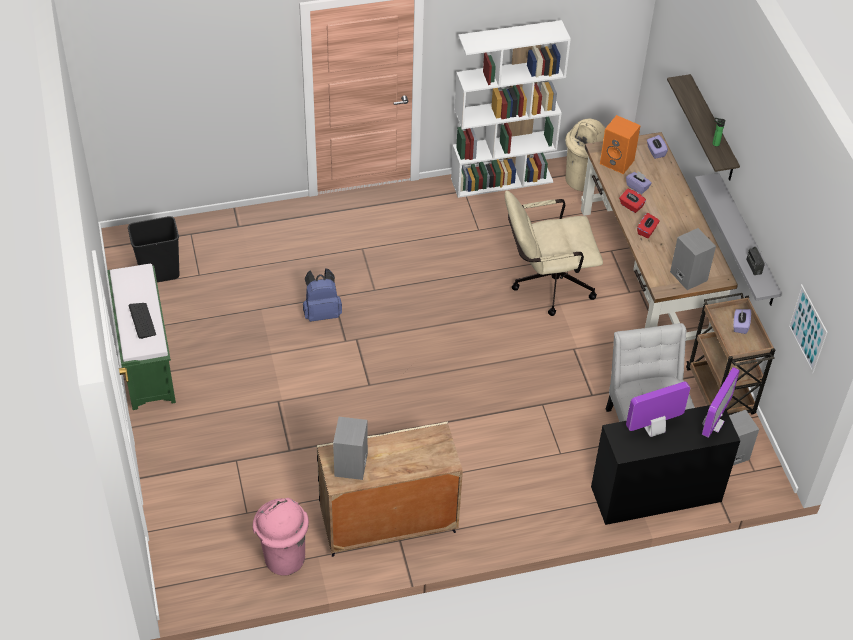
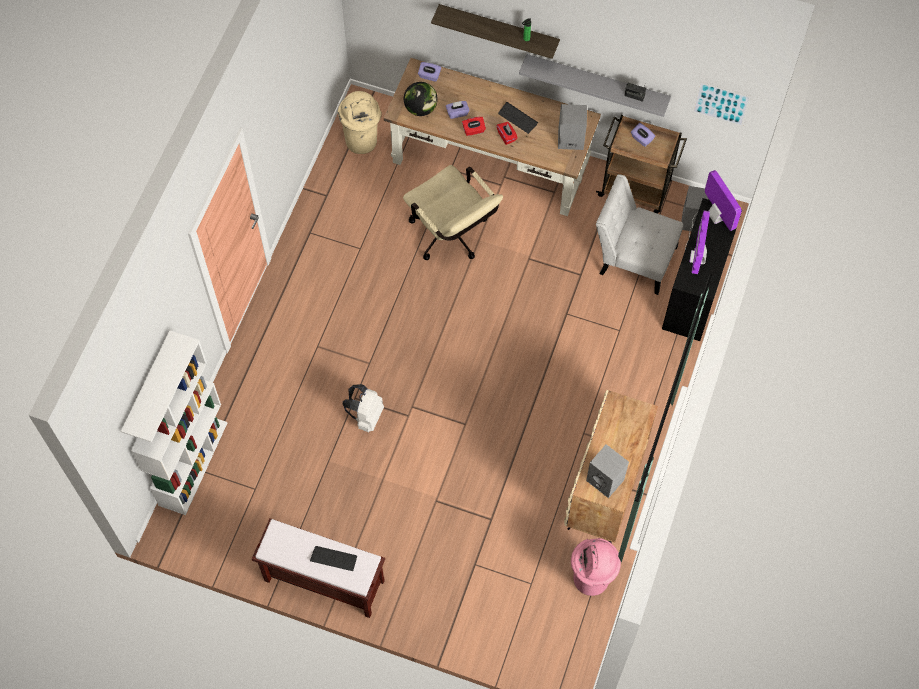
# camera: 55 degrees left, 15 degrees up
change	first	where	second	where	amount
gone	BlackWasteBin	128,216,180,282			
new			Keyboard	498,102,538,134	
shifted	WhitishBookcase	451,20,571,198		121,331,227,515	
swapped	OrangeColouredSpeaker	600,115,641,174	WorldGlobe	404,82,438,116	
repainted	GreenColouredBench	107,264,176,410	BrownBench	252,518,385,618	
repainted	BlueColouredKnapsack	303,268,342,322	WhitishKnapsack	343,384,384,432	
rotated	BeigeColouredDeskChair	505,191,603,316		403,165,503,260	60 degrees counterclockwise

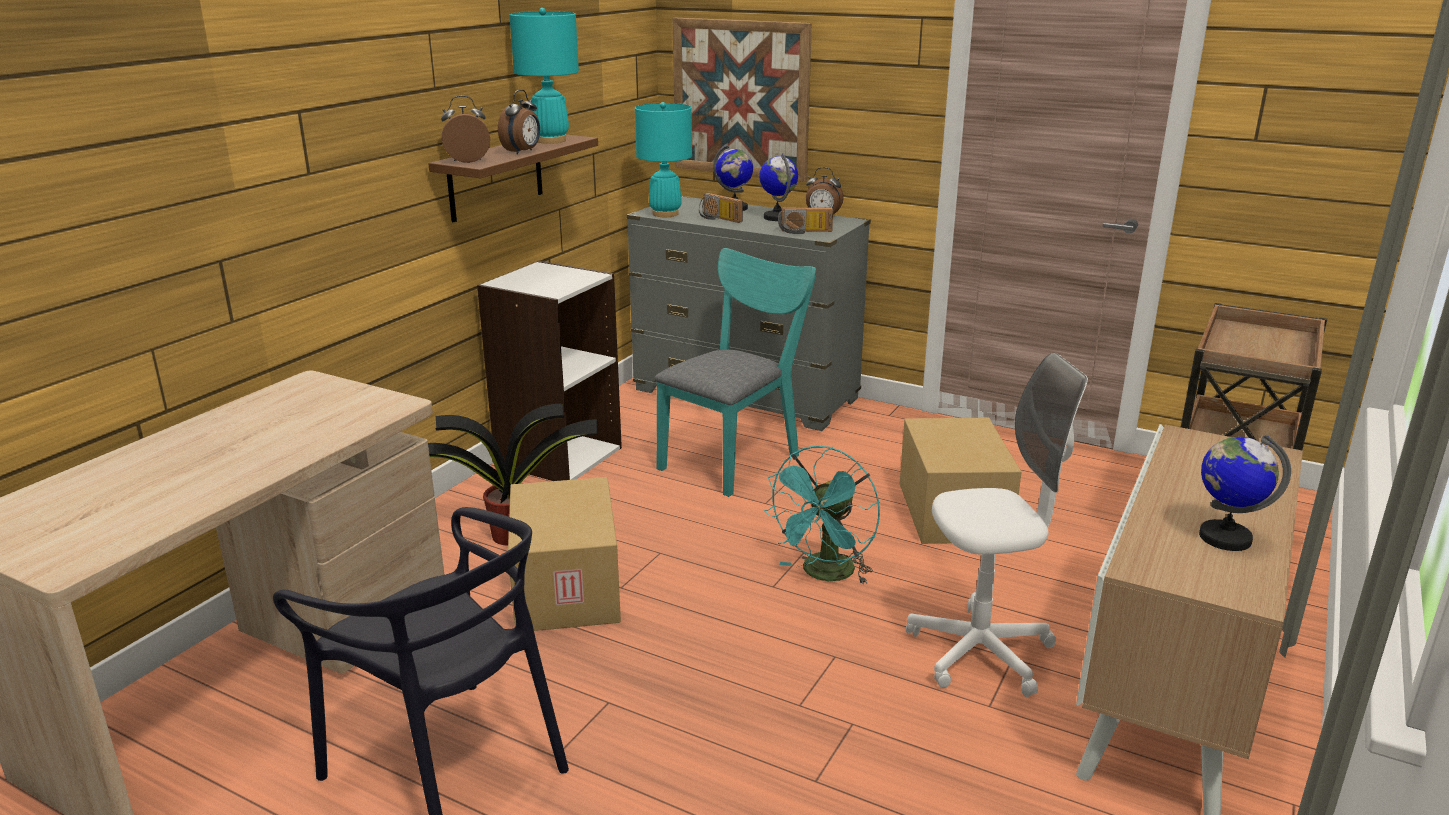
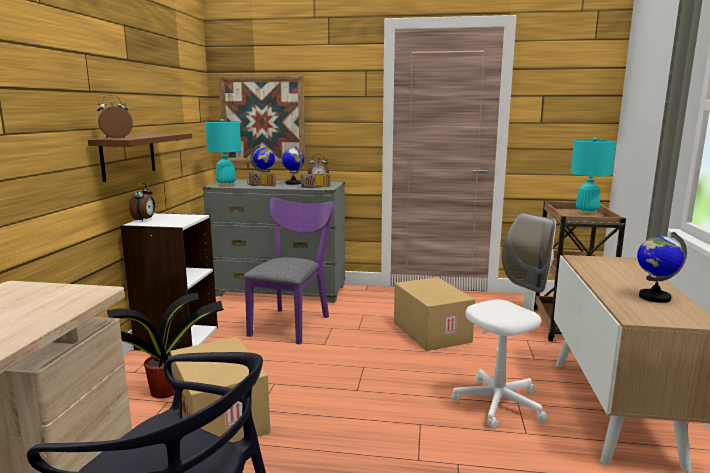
# camera: 20 degrees left, 10 degrees down
change	first	where	second	where	amount
gone	BlueGreenCoolingFan	764,446,880,585			
shifted	BedsideClock	498,90,540,154		129,183,155,222	
shifted	BlueGreenTableLamp	509,8,579,144		571,137,616,215	
repainted	BlueGreenUprightChair	654,248,816,497	PurpleUprightChair	243,198,334,344	

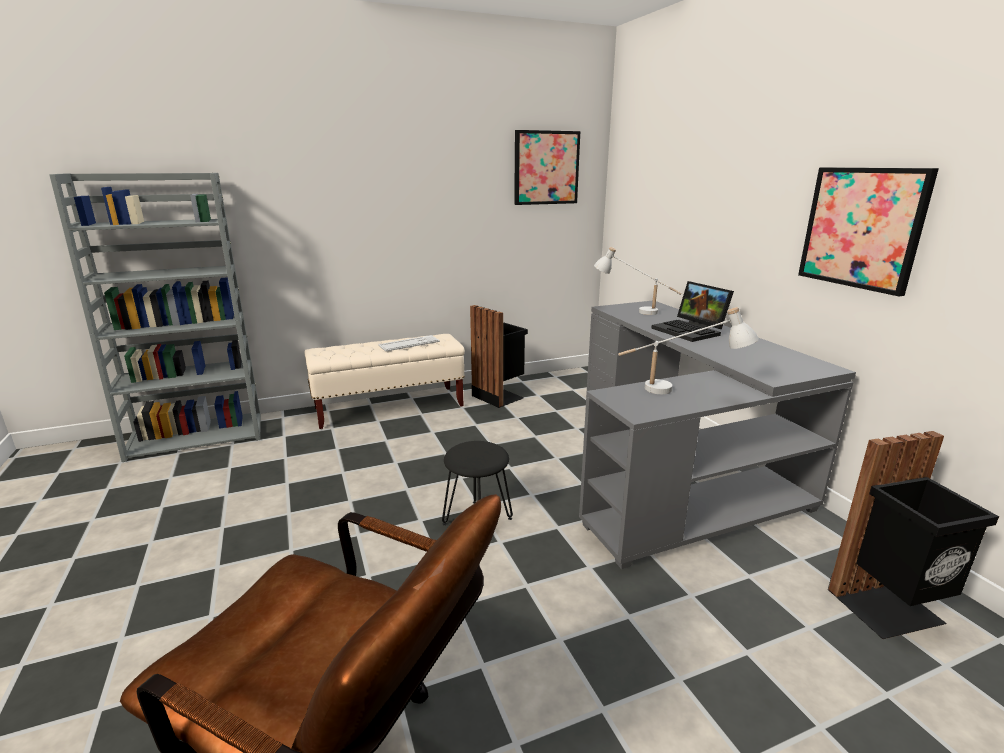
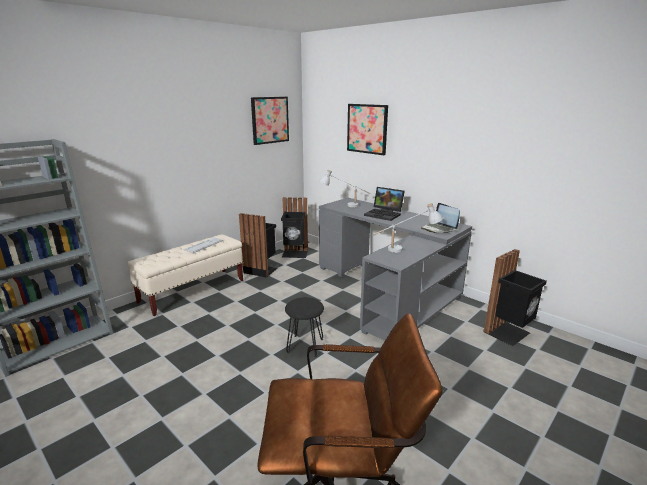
# camera: 25 degrees left, 0 degrees up
change	first	where	second	where	amount
new			BlackWasteBin	281,197,308,258	
new			NotebookComputer	421,203,460,233	
shifted	WallArt	798,167,939,296		347,104,388,155	

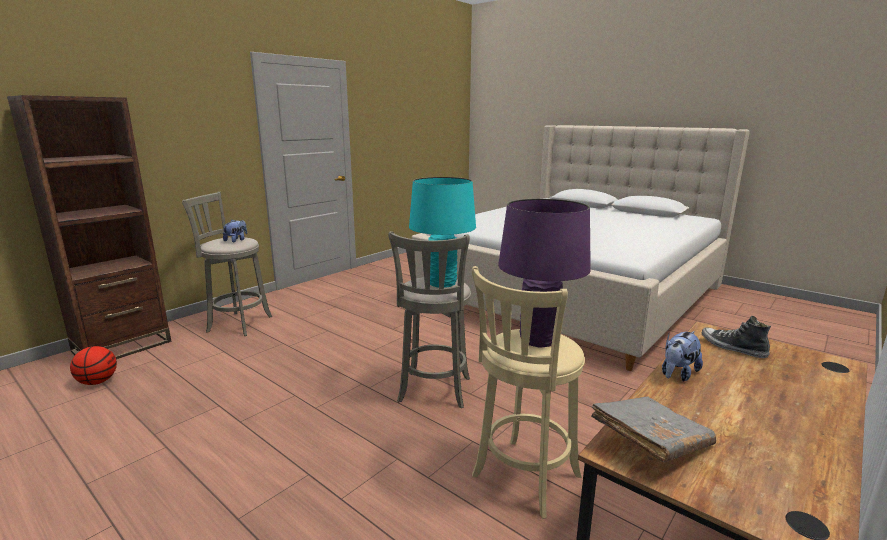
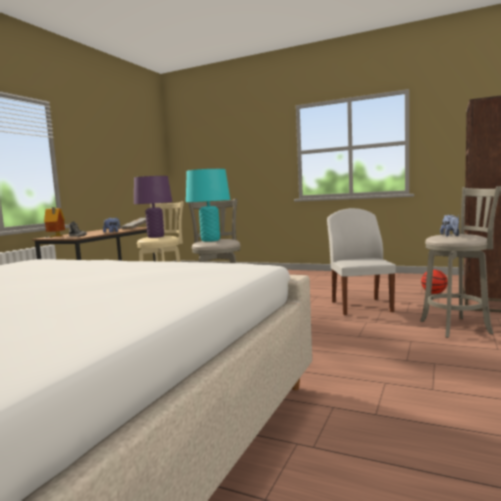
# camera: 165 degrees right, 10 degrees down
change	first	where	second	where	amount
new			ToyHouse	44,207,65,237	
new			WhitishUprightChair	327,208,396,315	

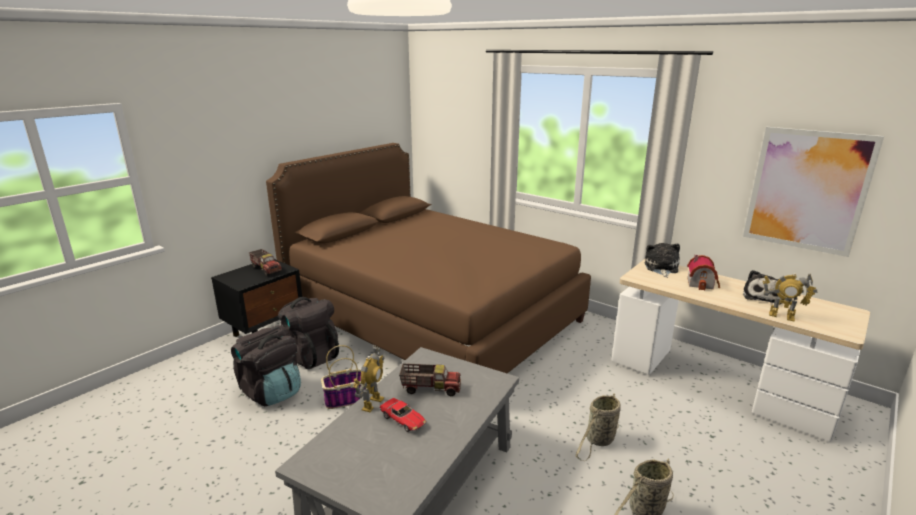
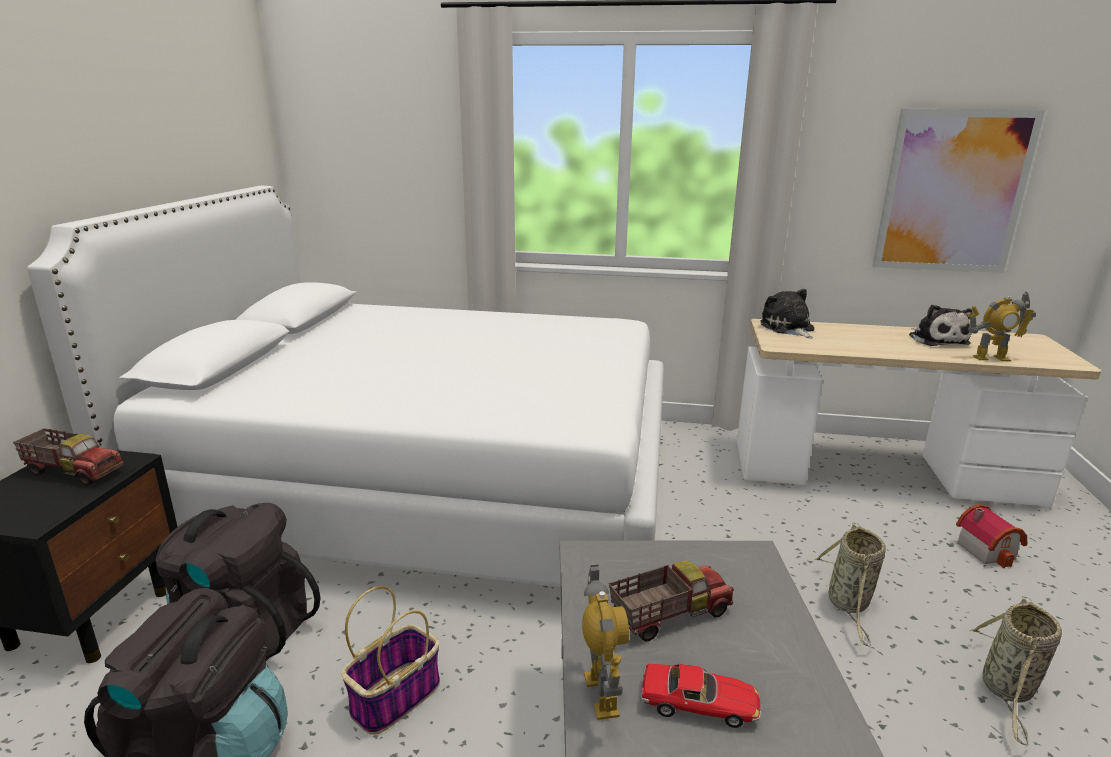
# camera: 30 degrees left, 0 degrees up
change	first	where	second	where	amount
shifted	ToyHouse	687,255,720,291		956,504,1027,568	
repainted	BrownSleepingBed	266,143,591,373	WhitishSleepingBed	27,186,664,587	

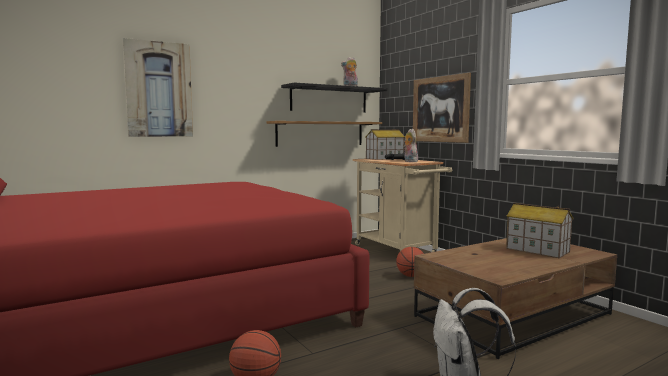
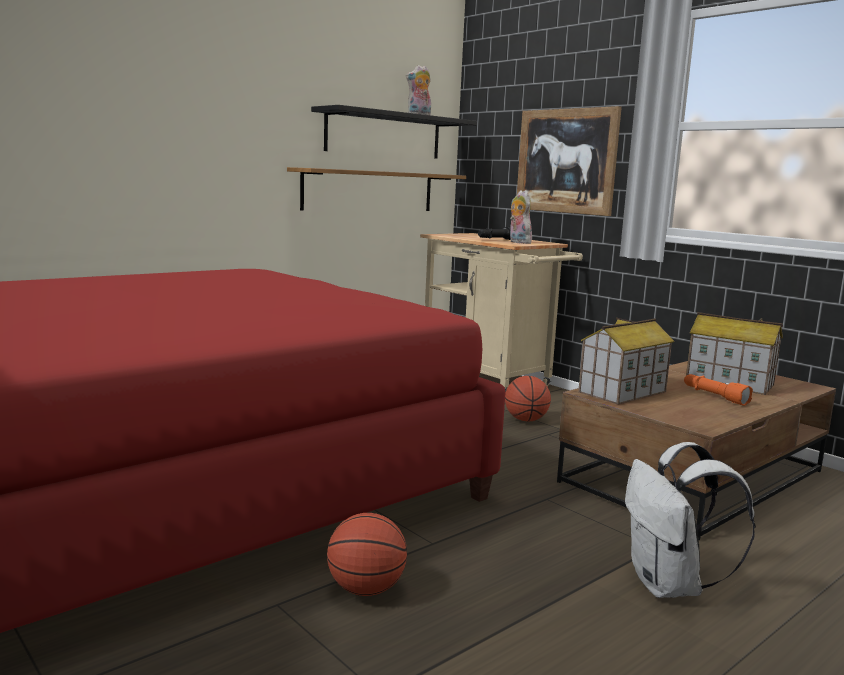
# camera: 10 degrees left, 5 degrees up
change	first	where	second	where	amount
gone	WallArt	123,38,193,137			
new			OrangeColouredHandTorch	684,374,753,406	
shifted	ToyHouse	366,129,405,160		578,318,674,405	

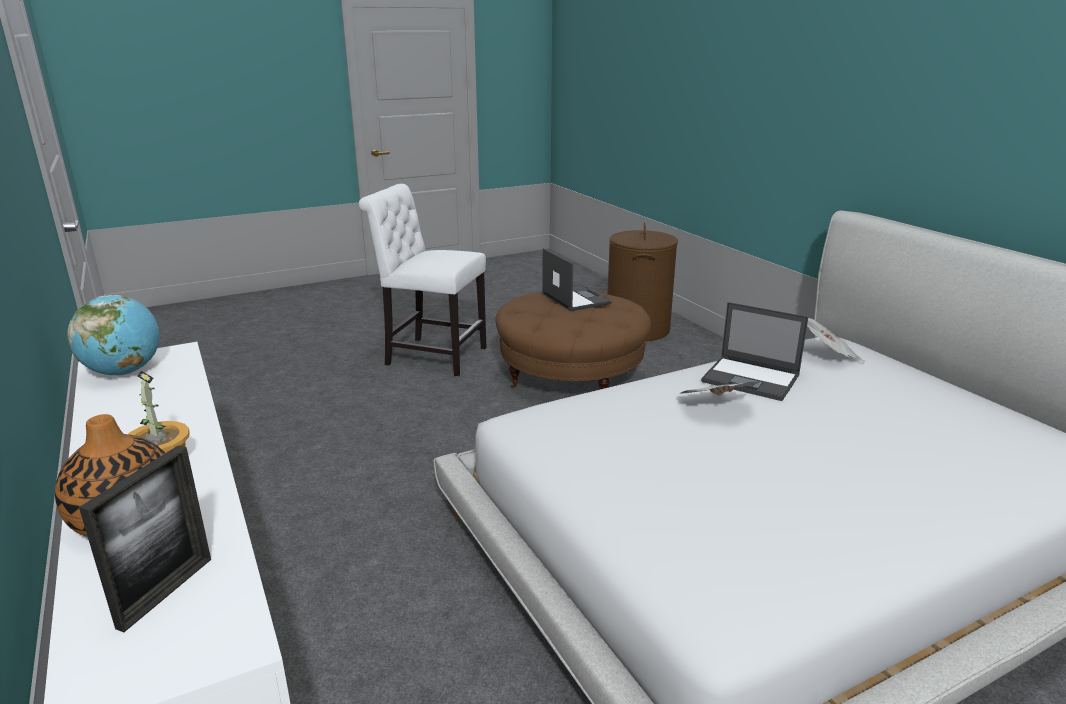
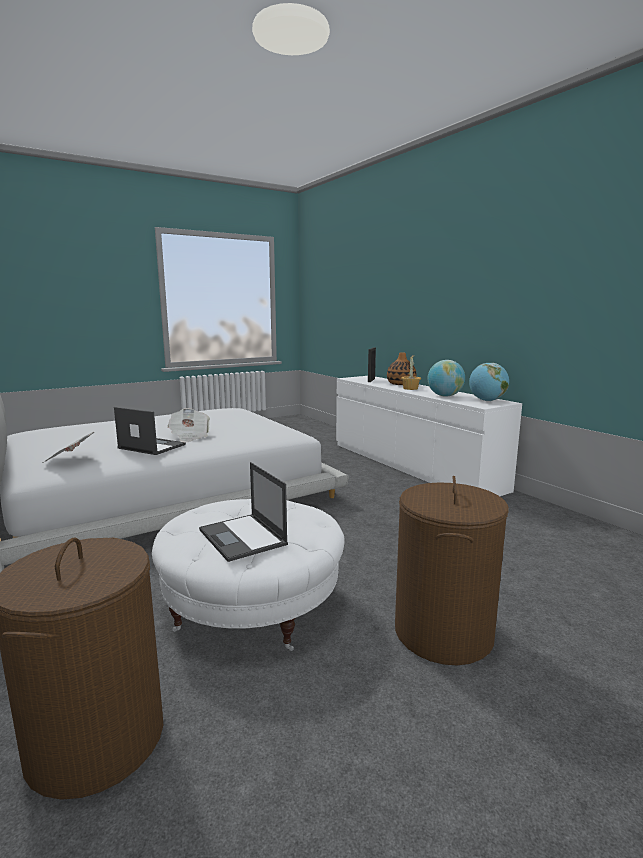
# camera: 175 degrees right, 10 degrees down
change	first	where	second	where	amount
new			WorldGlobe	428,360,465,397	
swapped	WhitishUprightChair	359,184,487,377	BrownHamper	395,476,509,665	
repainted	BrownOttoman	495,291,651,389	WhitishOttoman	152,499,345,651	

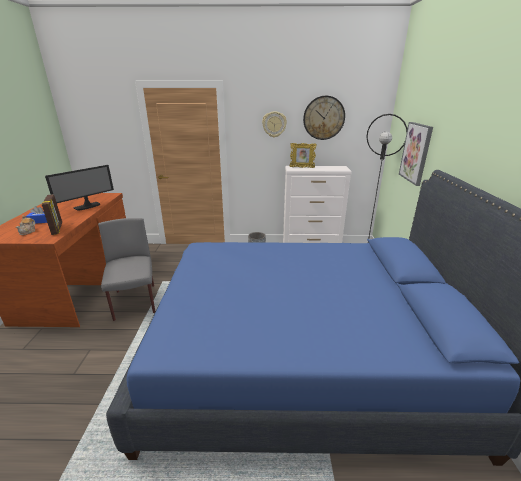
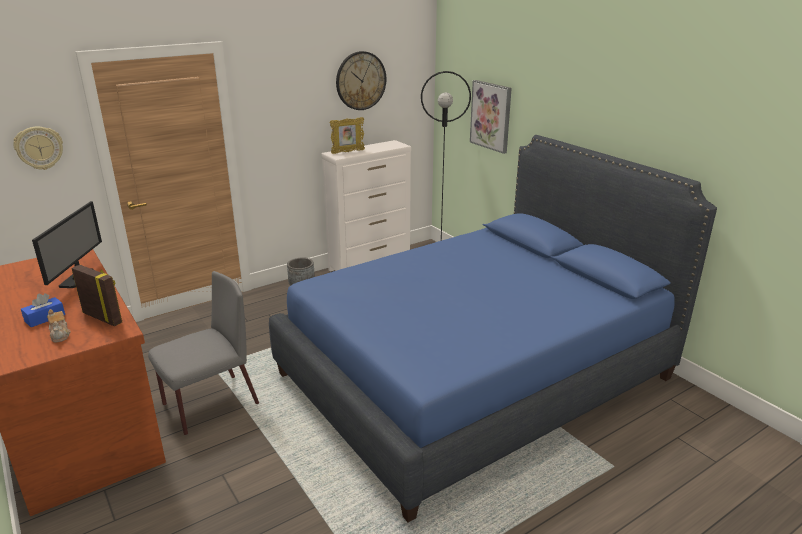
# camera: 35 degrees left, 0 degrees up
change	first	where	second	where	amount
shifted	WallClock	262,111,287,138		13,126,63,170	
rotated	GreyishUprightChair	98,218,155,321		148,271,259,435	105 degrees clockwise

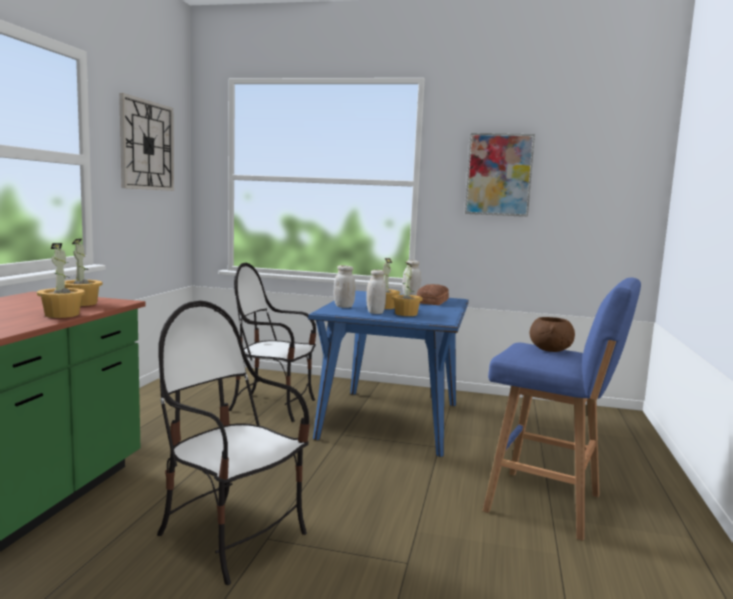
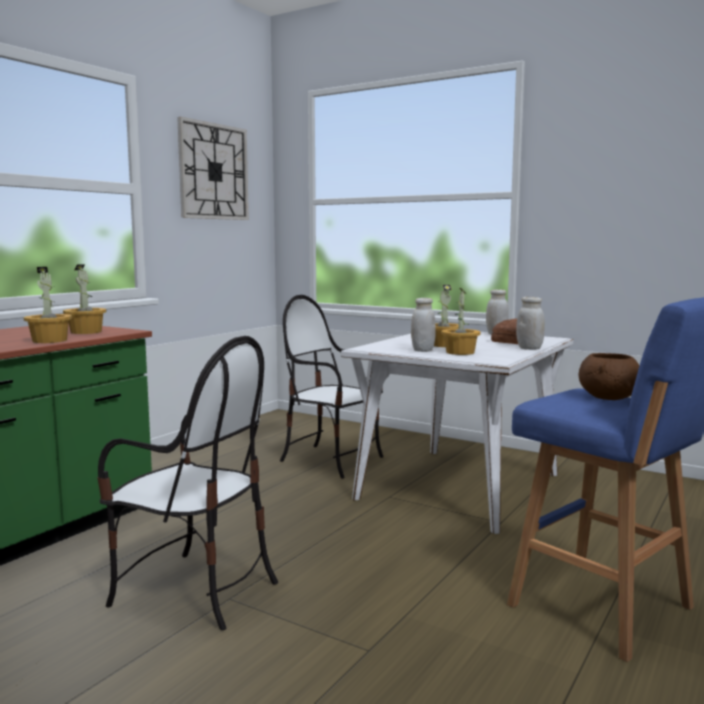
# camera: 20 degrees right, 0 degrees up
change	first	where	second	where	amount
gone	WallArt	465,133,535,217			
shifted	WhitishJar	334,265,355,308		516,296,545,350	
repainted	BlueColouredKitchenTable	308,291,469,457	WhitishKitchenTable	341,332,573,534	
rotated	UprightChair	157,301,310,585		97,336,278,630	150 degrees clockwise

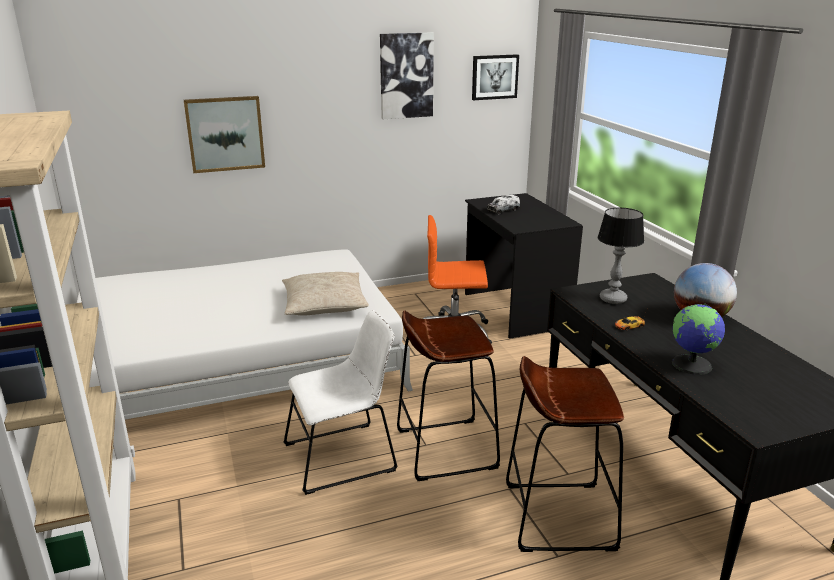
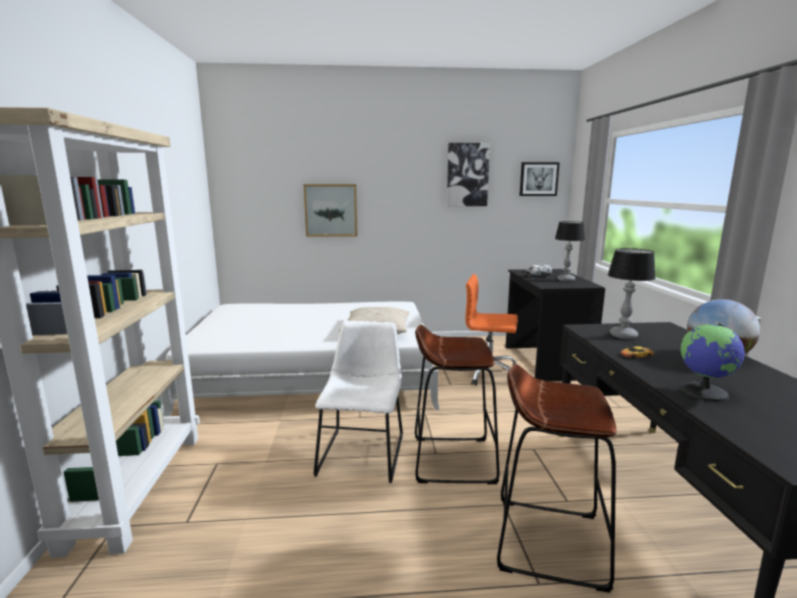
# camera: 15 degrees right, 10 degrees down
change	first	where	second	where	amount
new			TableLamp	555,221,585,282	
rotated	WhitishUprightChair	283,310,397,495		313,320,403,483	75 degrees counterclockwise

